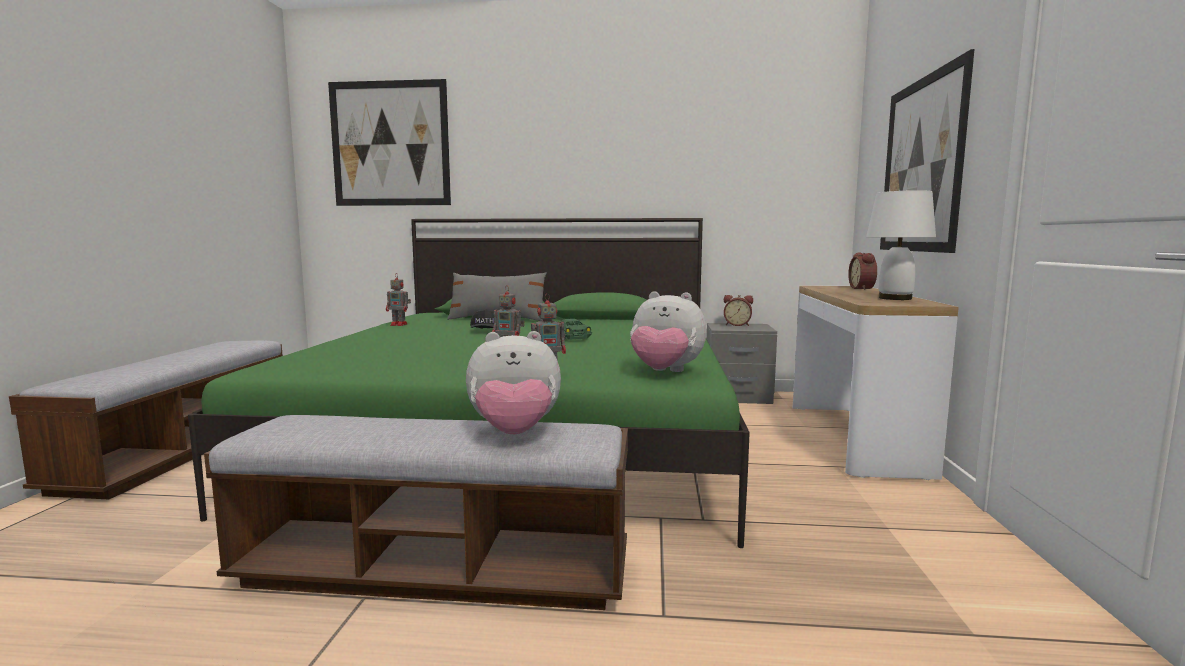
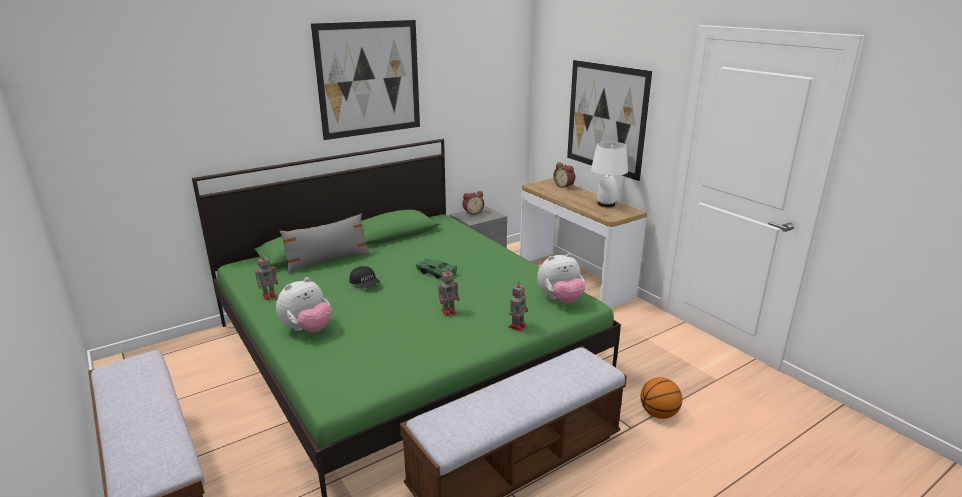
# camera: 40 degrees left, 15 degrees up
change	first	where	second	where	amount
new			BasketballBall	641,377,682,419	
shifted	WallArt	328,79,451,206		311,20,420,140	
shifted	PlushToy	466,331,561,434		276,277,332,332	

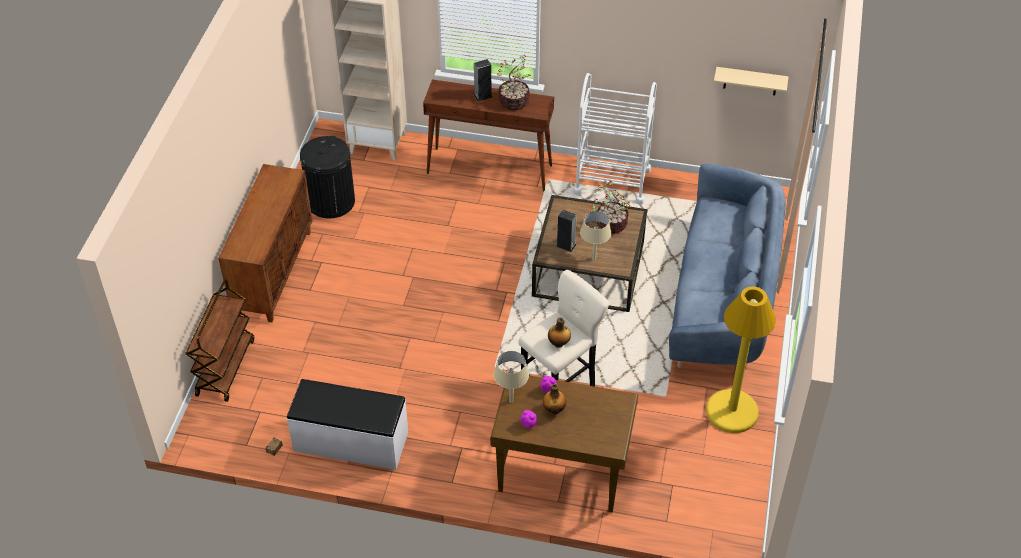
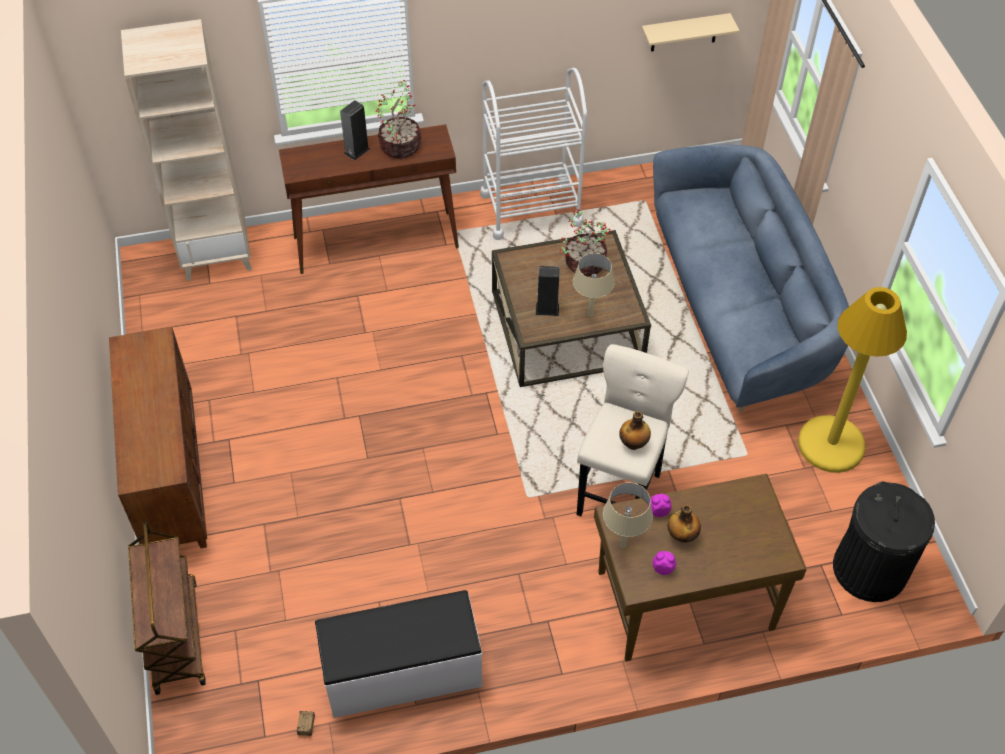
# camera: 25 degrees left, 5 degrees up
change	first	where	second	where	amount
shifted	BlackWasteBin	300,136,355,218		833,481,935,602	

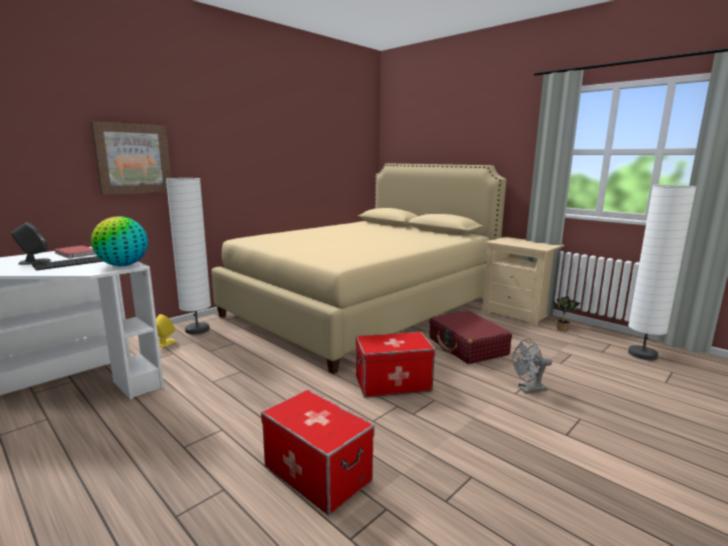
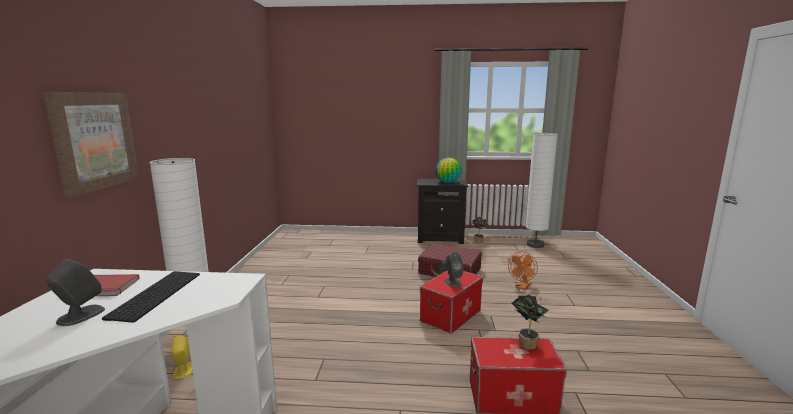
# camera: 40 degrees left, 0 degrees up
change	first	where	second	where	amount
gone	BeigeColouredSleepingBed	211,164,506,374			
new			GreyishSpeaker	445,252,463,287	
new			PottedPlant	512,294,549,350	
shifted	WorldGlobe	91,217,148,266		436,158,461,183	
repainted	BeigeColouredBedsideTable	482,237,564,327	BlackBedsideTable	417,179,468,244	
repainted	GreyishCoolingFan	513,339,552,393	OrangeColouredCoolingFan	508,251,538,290	

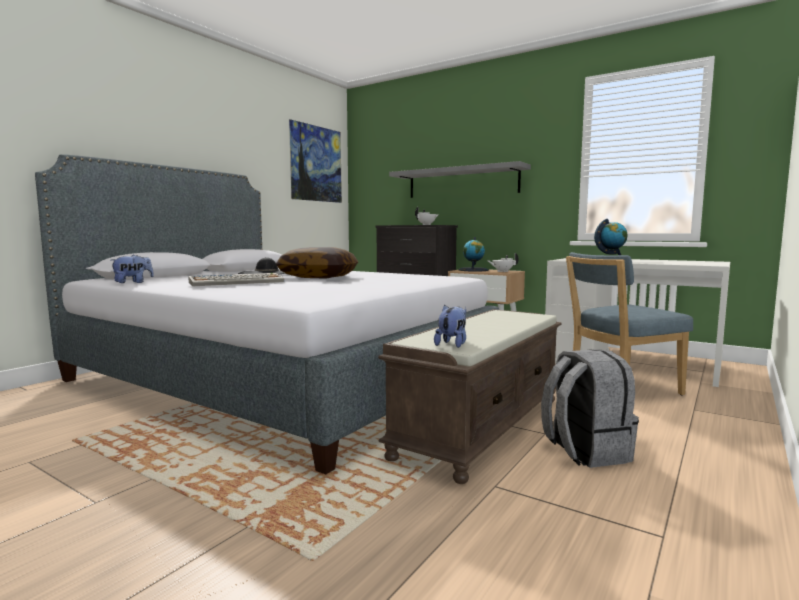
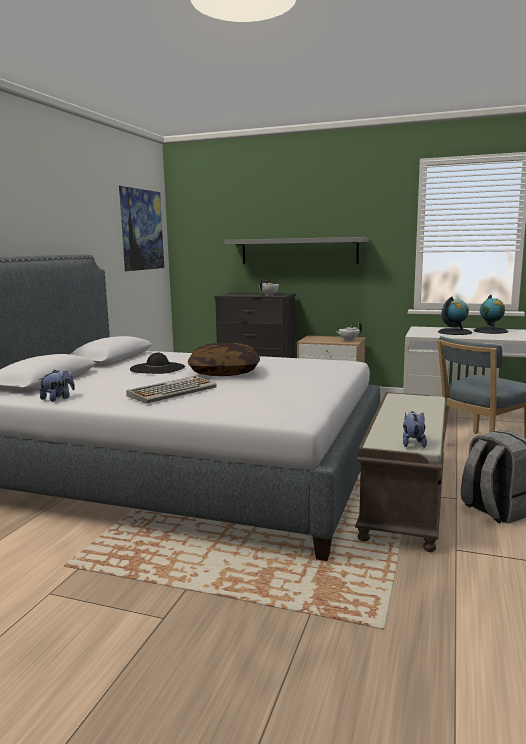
# camera: 15 degrees left, 5 degrees up
change	first	where	second	where	amount
shifted	WorldGlobe	459,237,489,272		474,295,509,334	

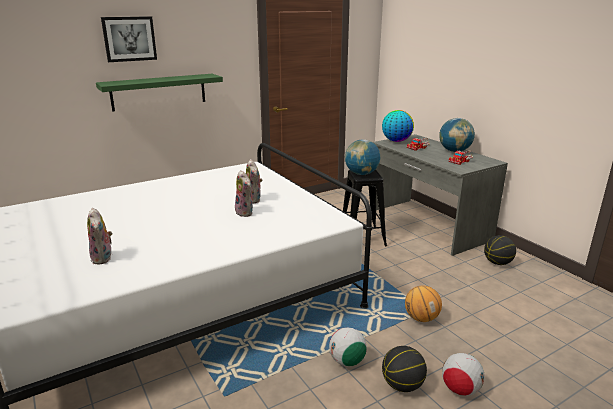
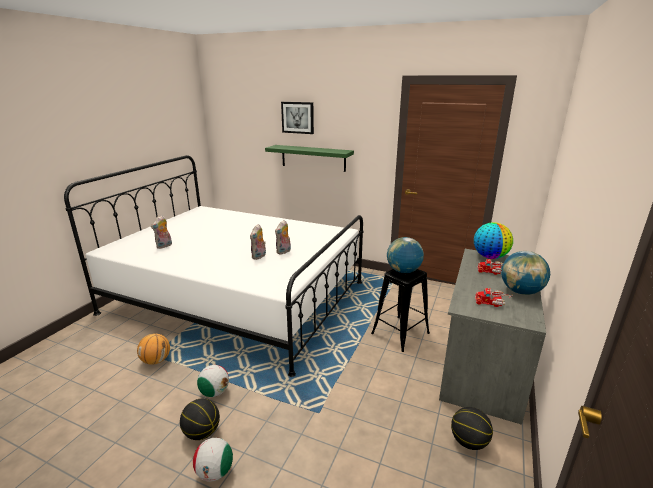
# camera: 55 degrees right, 0 degrees up
change	first	where	second	where	amount
shifted	BasketballBall	405,285,442,322		137,334,170,365	

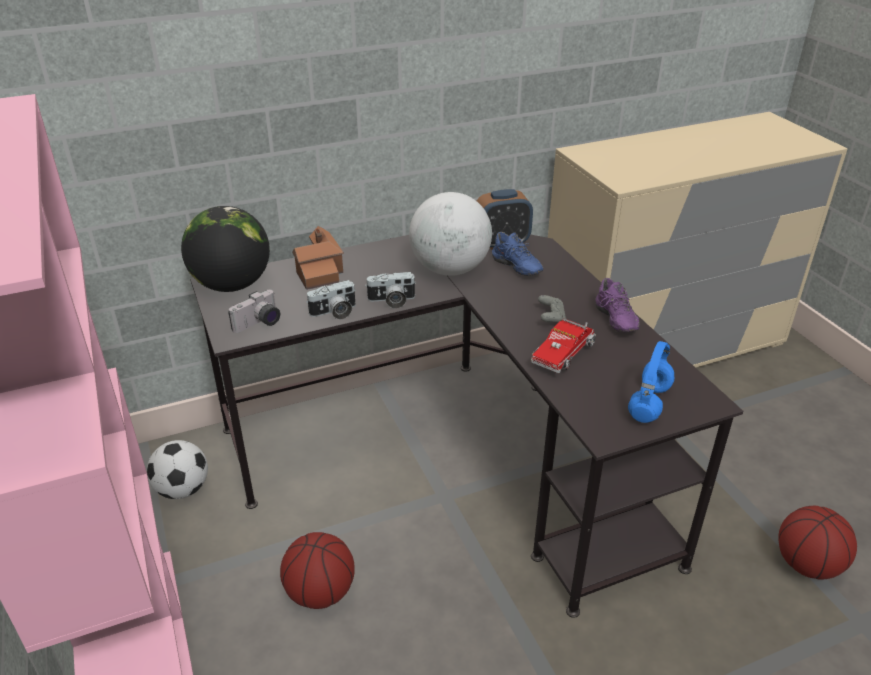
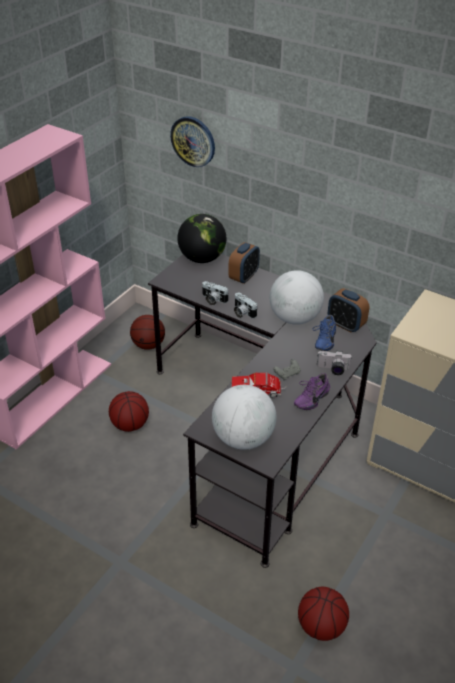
# camera: 55 degrees right, 5 degrees up
change	first	where	second	where	amount
new			WallClock	170,116,215,167	
shifted	StillCamera	228,290,280,333		317,350,351,375	
swapped	FootballBall	147,440,208,499	BasketballBall	130,315,165,350	
swapped	ToyHouse	292,226,344,290	BedsideClock	229,242,260,284	
swapped	BlueColouredPairOfHeadphones	628,341,674,423	WorldGlobe	212,385,276,450	

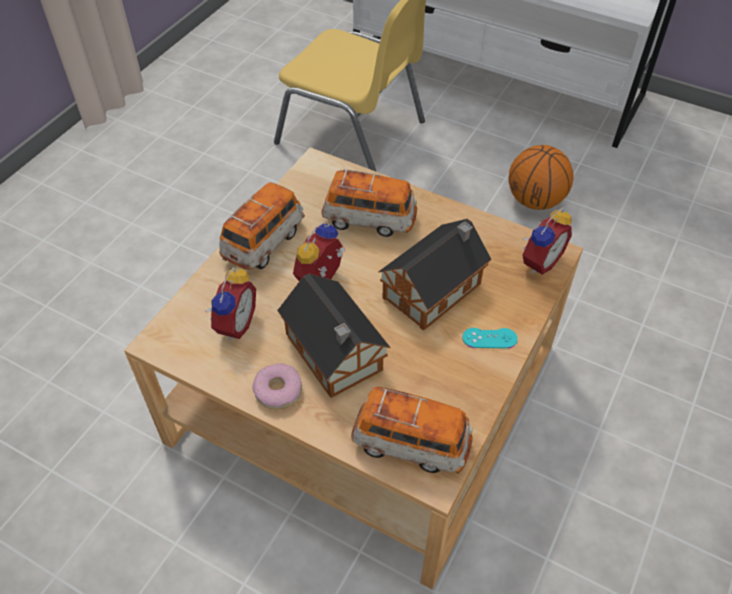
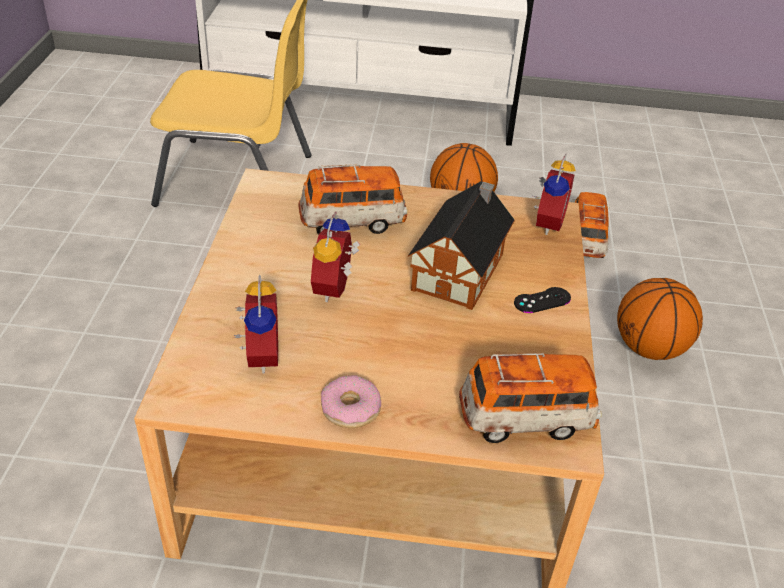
# camera: 25 degrees left, 10 degrees down
change	first	where	second	where	amount
gone	ToyHouse	277,273,391,398			
new			BasketballBall	617,278,703,360	
shifted	ToyCar	219,182,305,270		572,192,610,258	
repainted	BlueGreenGameController	462,328,518,348	BlackGameController	514,287,571,313	

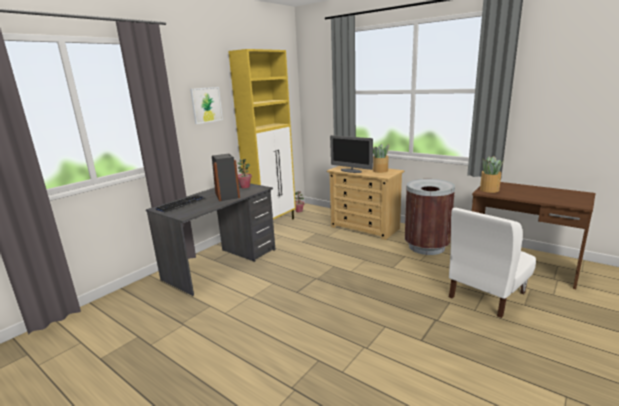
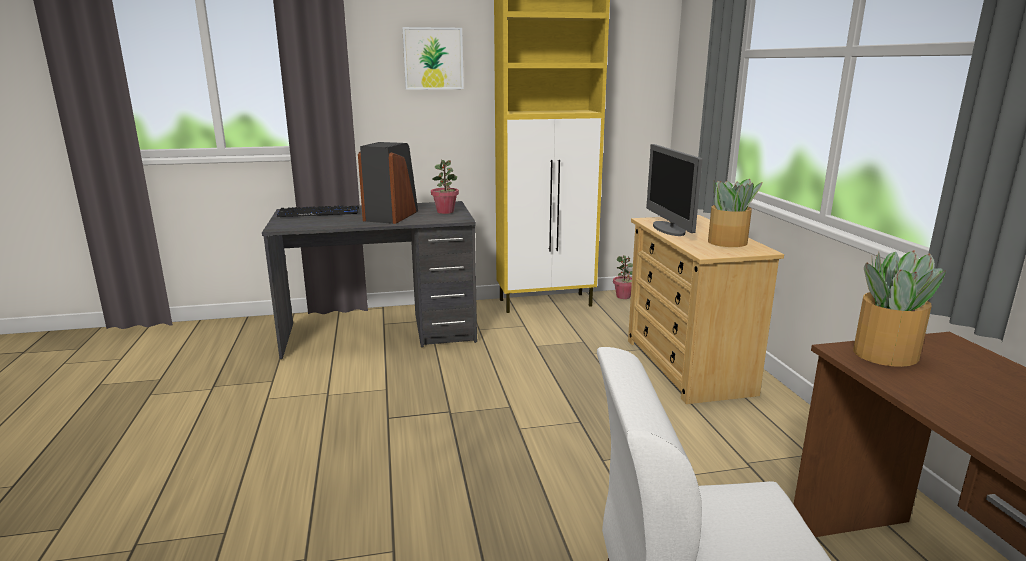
# camera: 40 degrees right, 0 degrees up
change	first	where	second	where	amount
gone	BrownWasteBin	405,179,455,255			

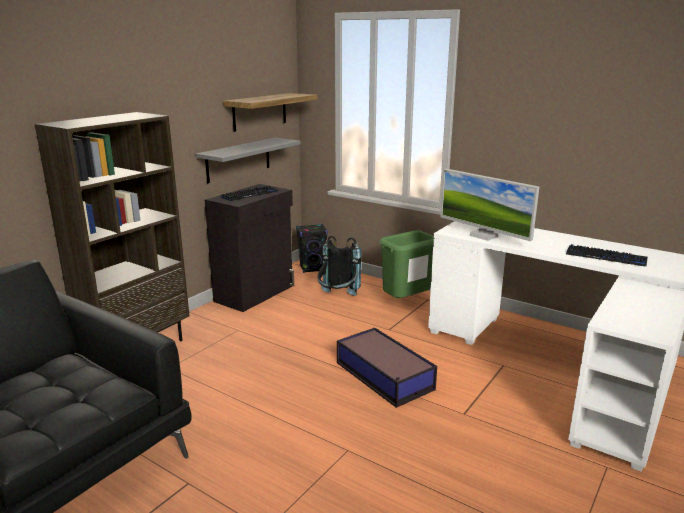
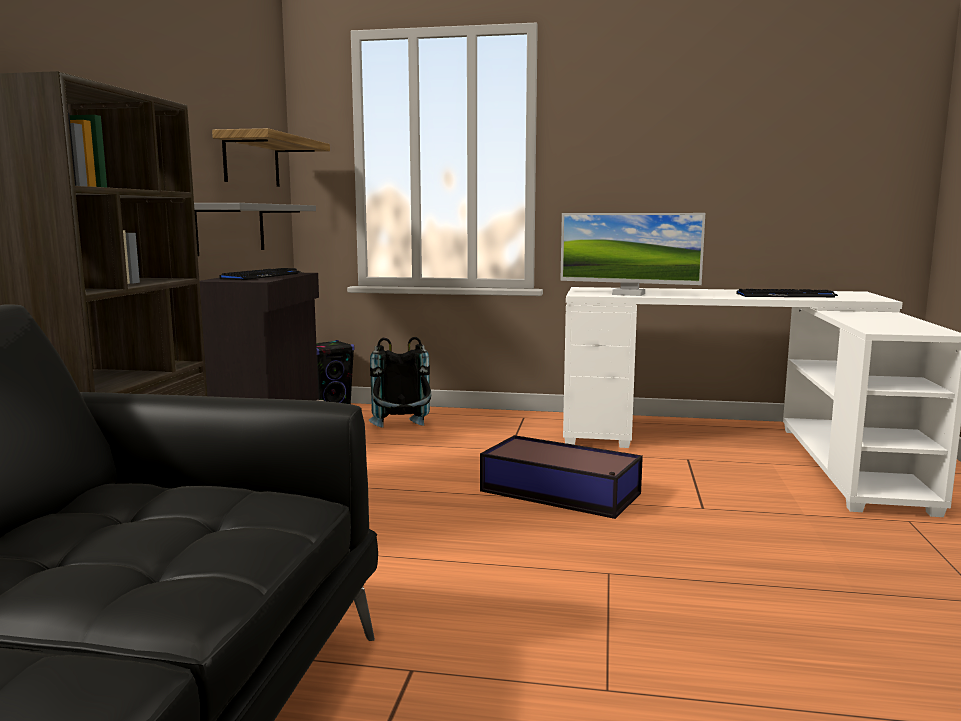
# camera: 25 degrees left, 10 degrees down
change	first	where	second	where	amount
gone	GreenColouredWasteBin	379,230,435,298			

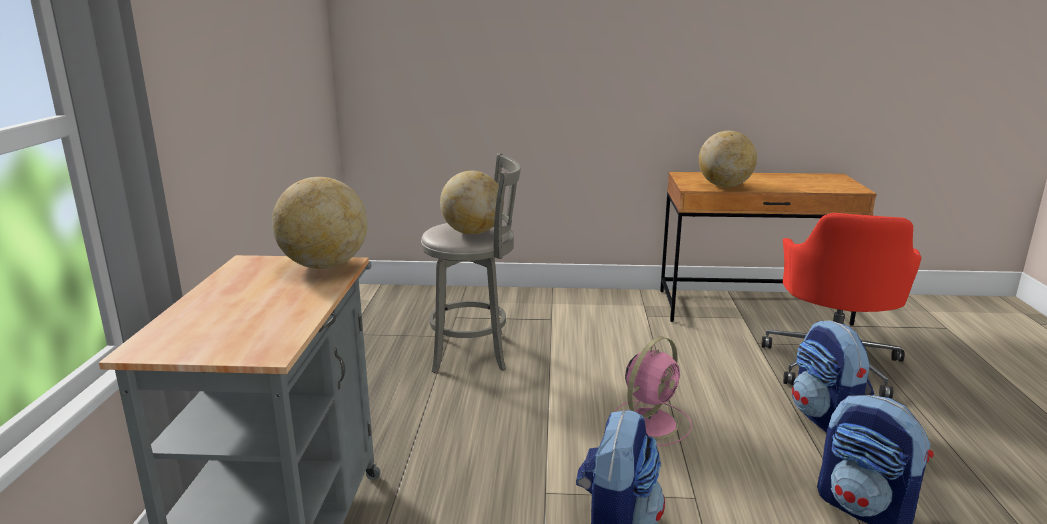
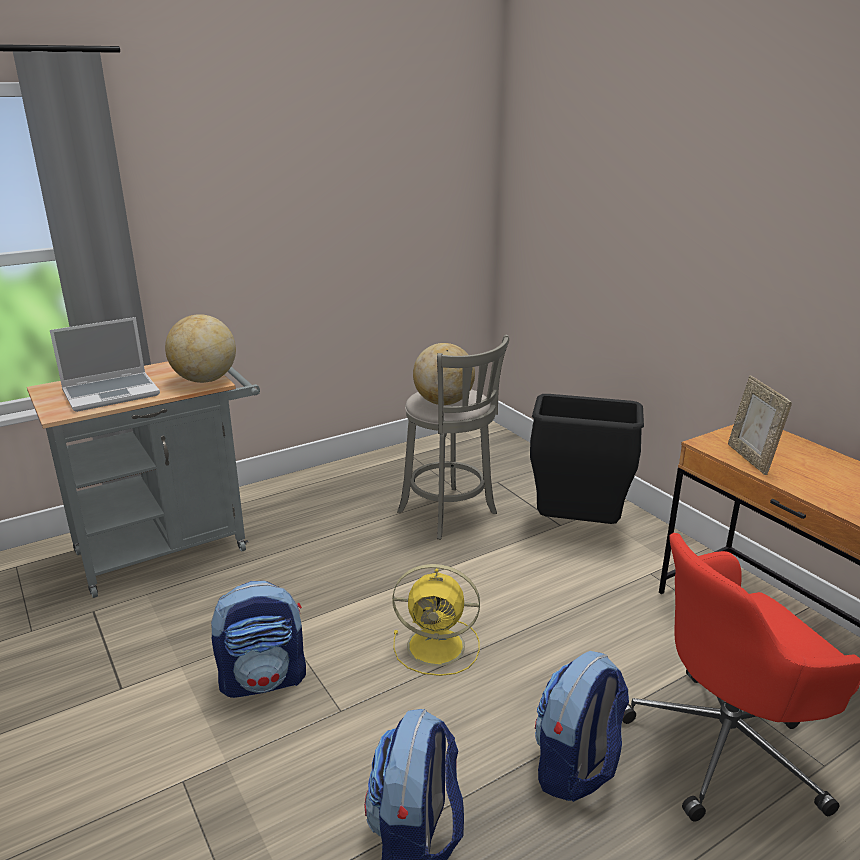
# camera: 55 degrees right, 5 degrees up
change	first	where	second	where	amount
new			NotebookComputer	50,317,160,412	
new			BlackWasteBin	530,394,644,524	
swapped	WorldGlobe	699,131,757,187	PictureFrame	728,375,792,475	
repainted	PinkCoolingFan	615,336,692,446	YellowCoolingFan	392,564,480,676	

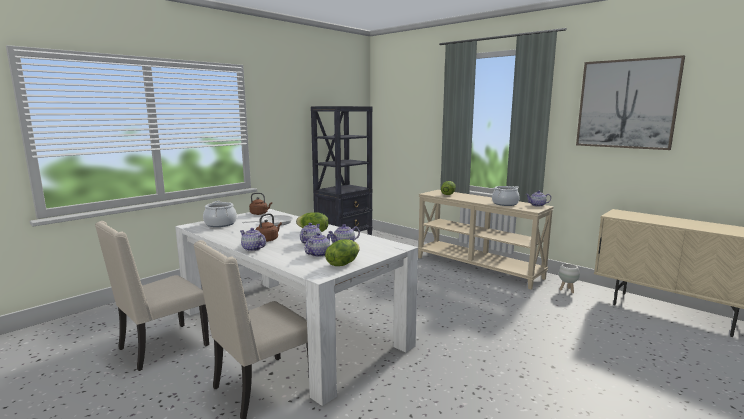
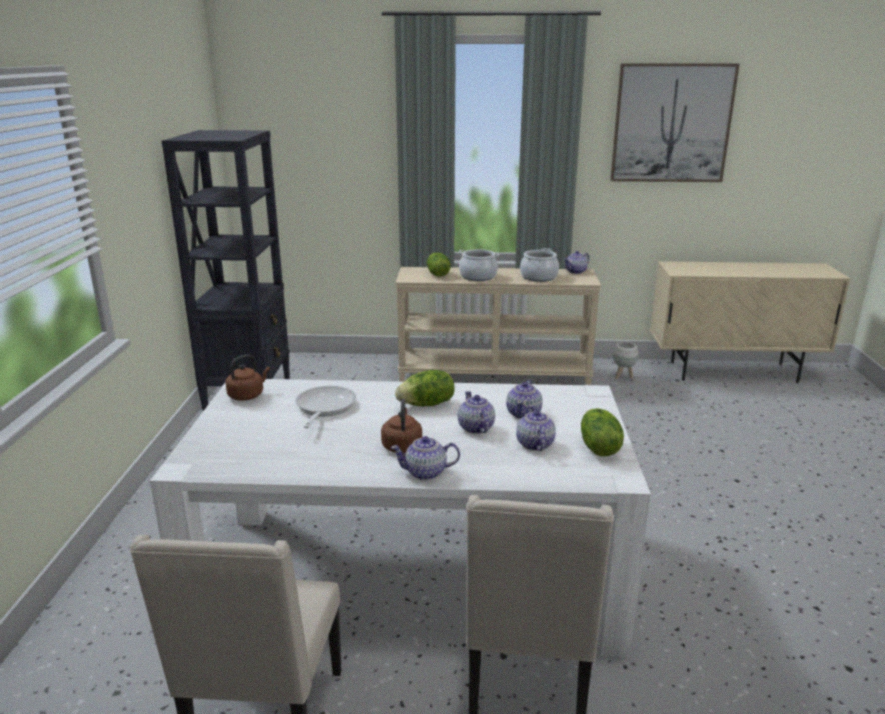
# camera: 40 degrees left, 10 degrees up
change	first	where	second	where	amount
shifted	Stockpot	203,201,237,227		458,249,499,281	

